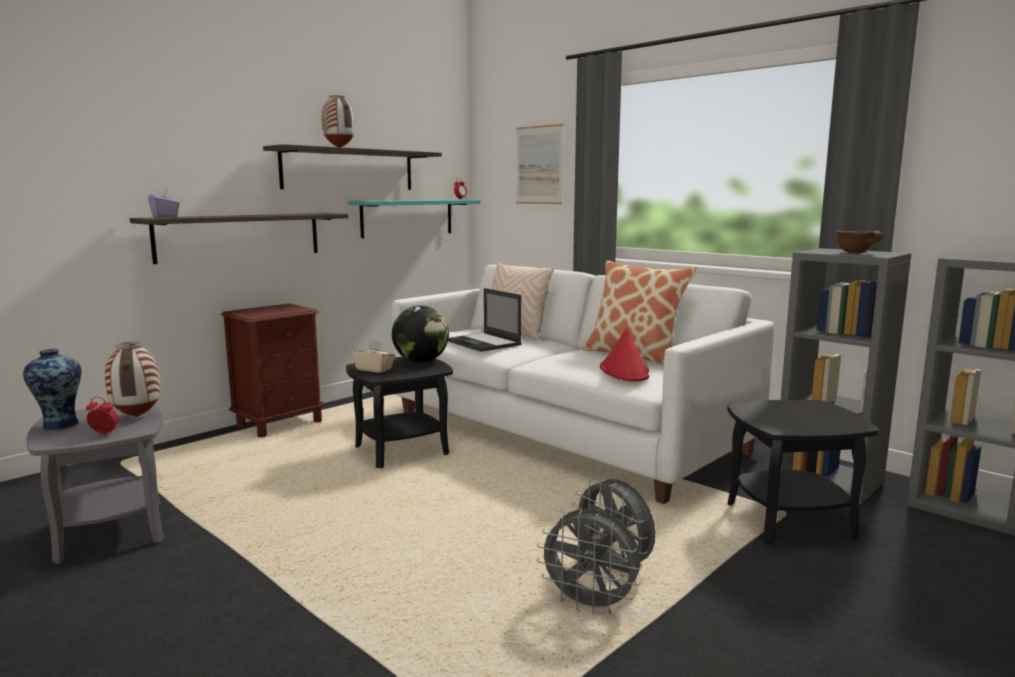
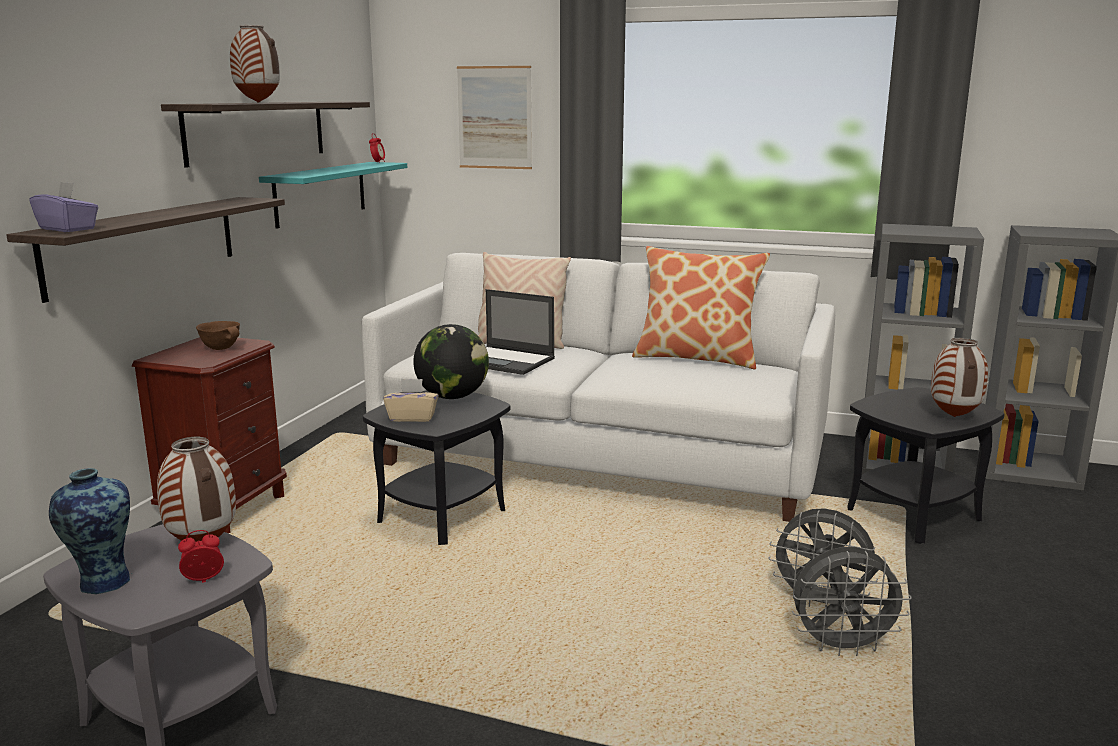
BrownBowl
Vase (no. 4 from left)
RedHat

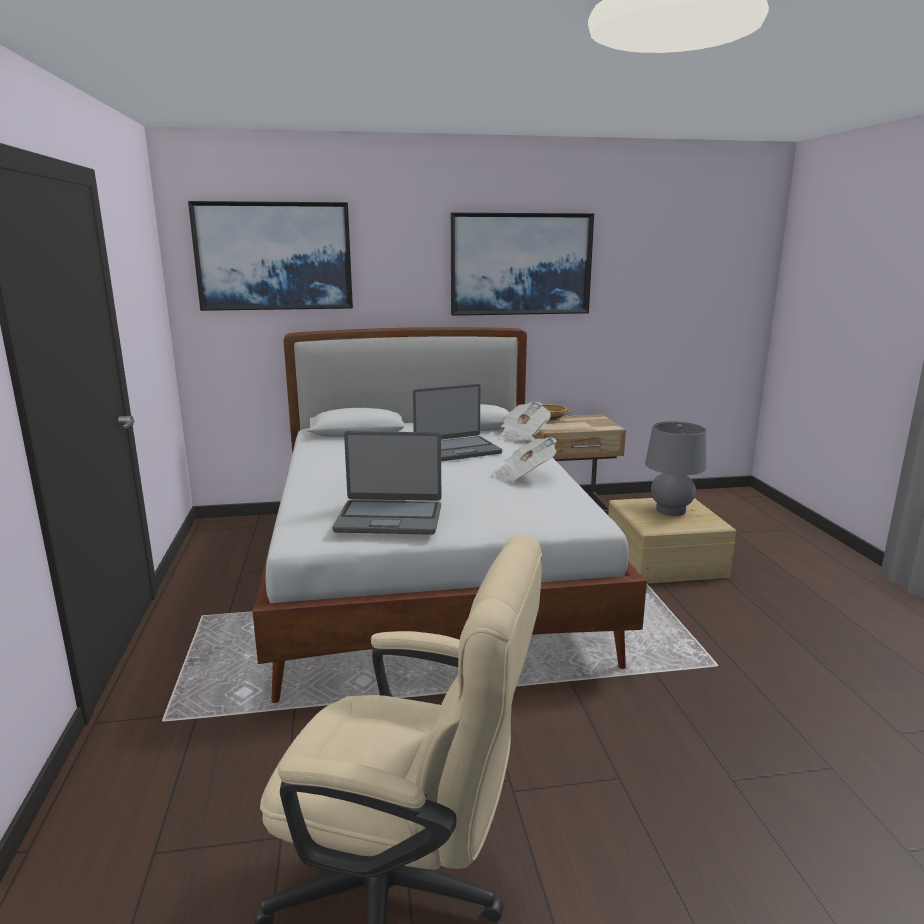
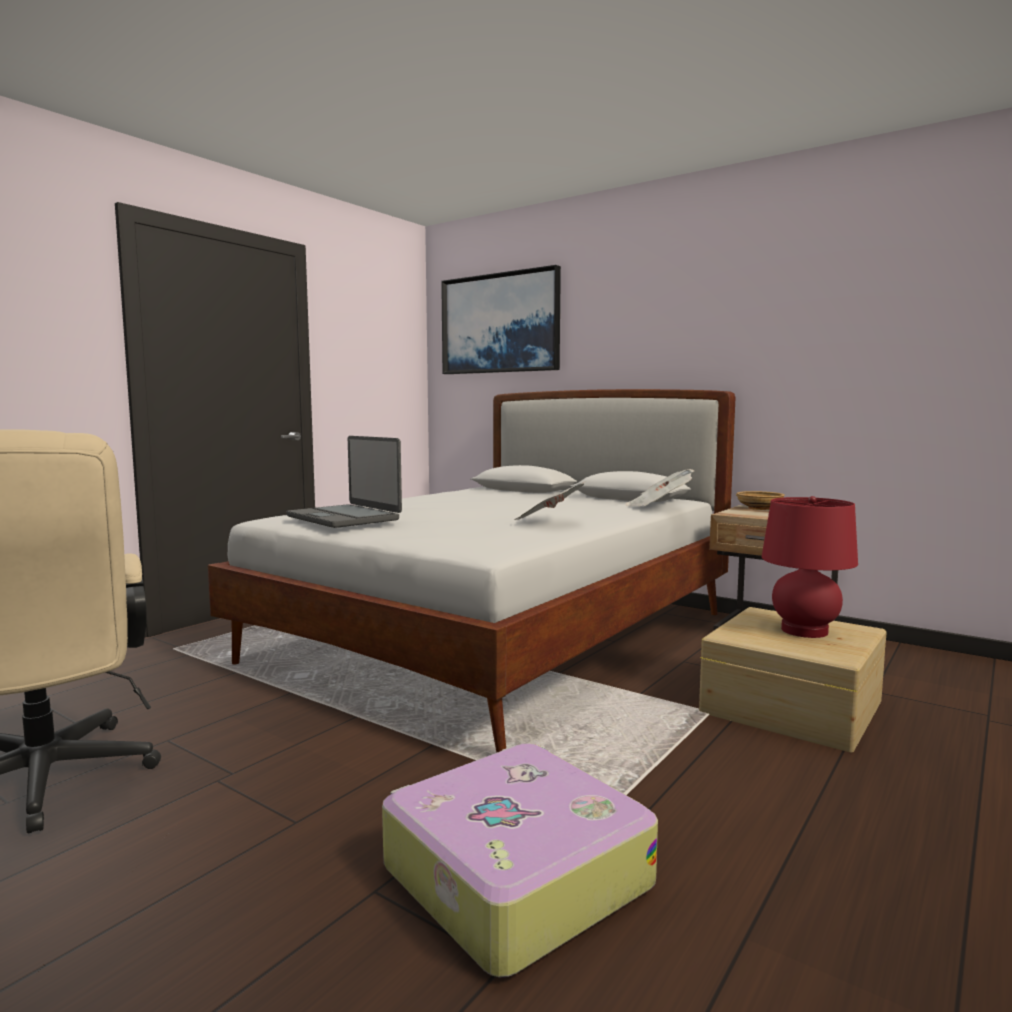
Suitcase
RedTableLamp
Laptop (no. 2 from left in the first image)
Picture (no. 2 from left in the first image)

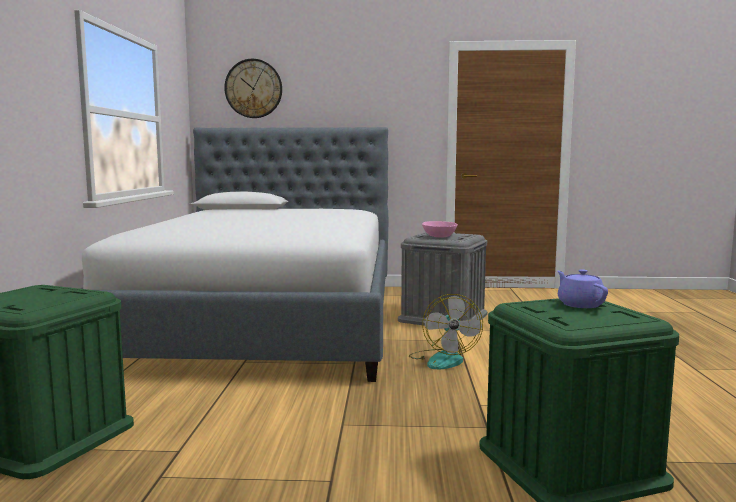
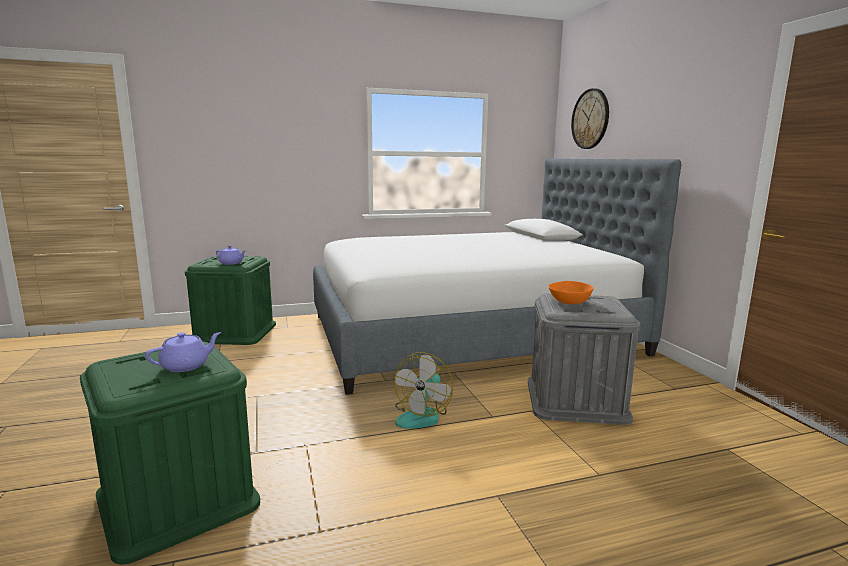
PurpleTeapot (no. 2 from left)
Fan
OrangeBowl

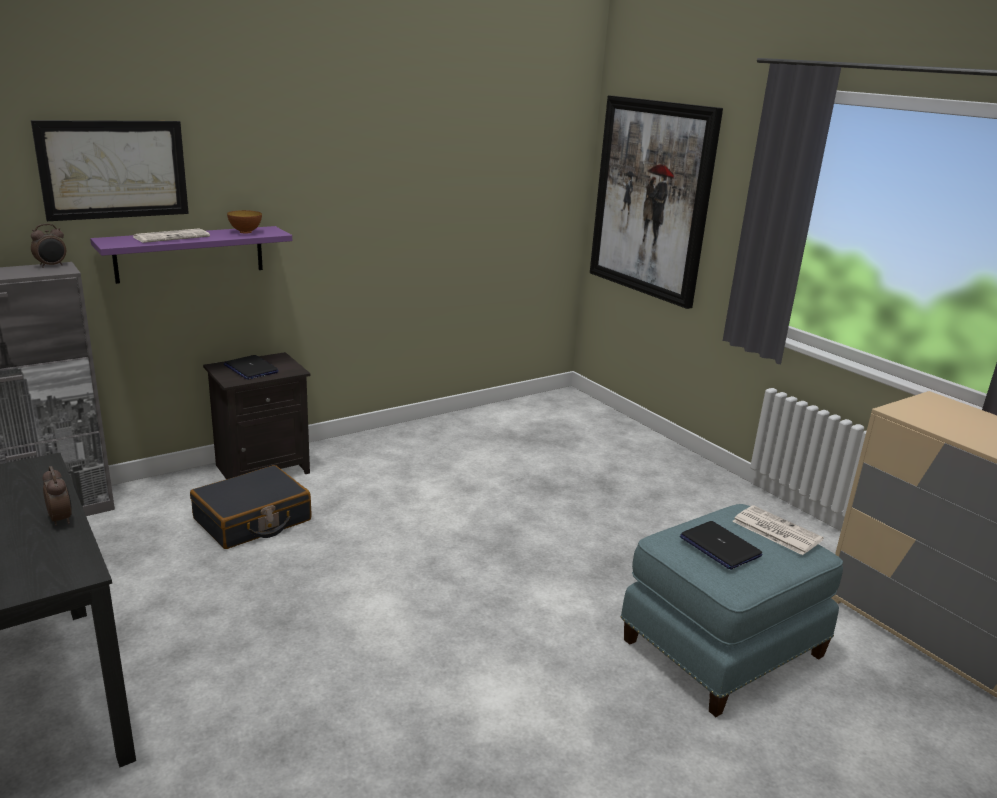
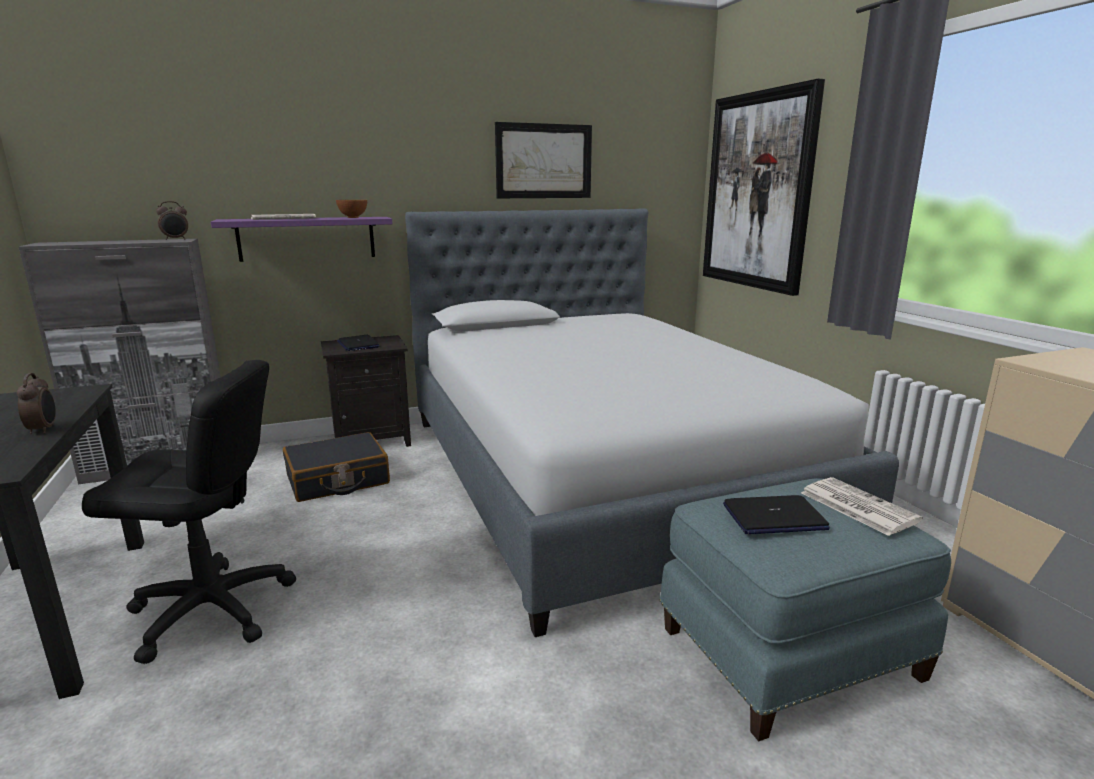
BlackOfficeChair
Bed
Picture (no. 1 from left)
Laptop (no. 2 from left)

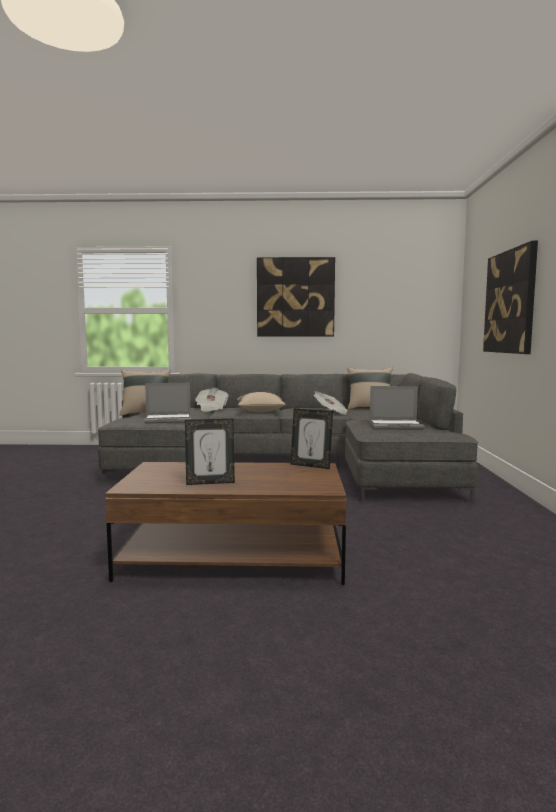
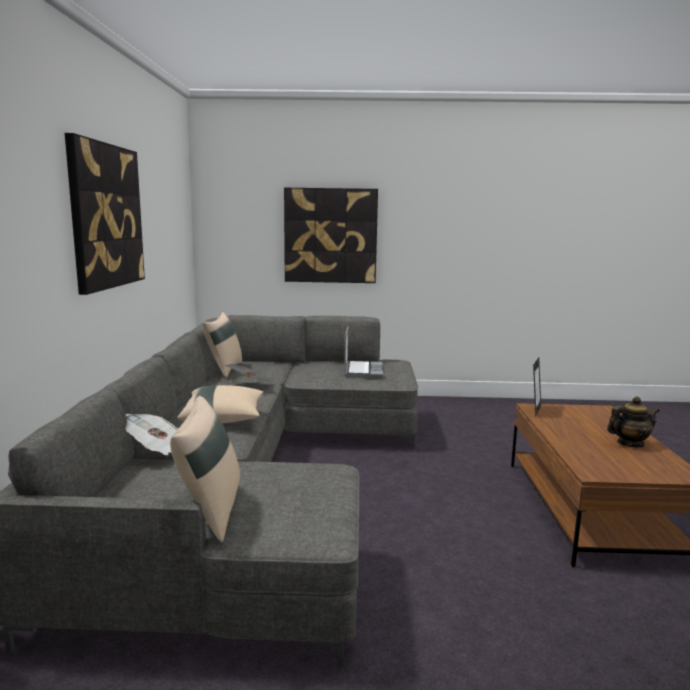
Teapot
Laptop (no. 1 from left in the first image)

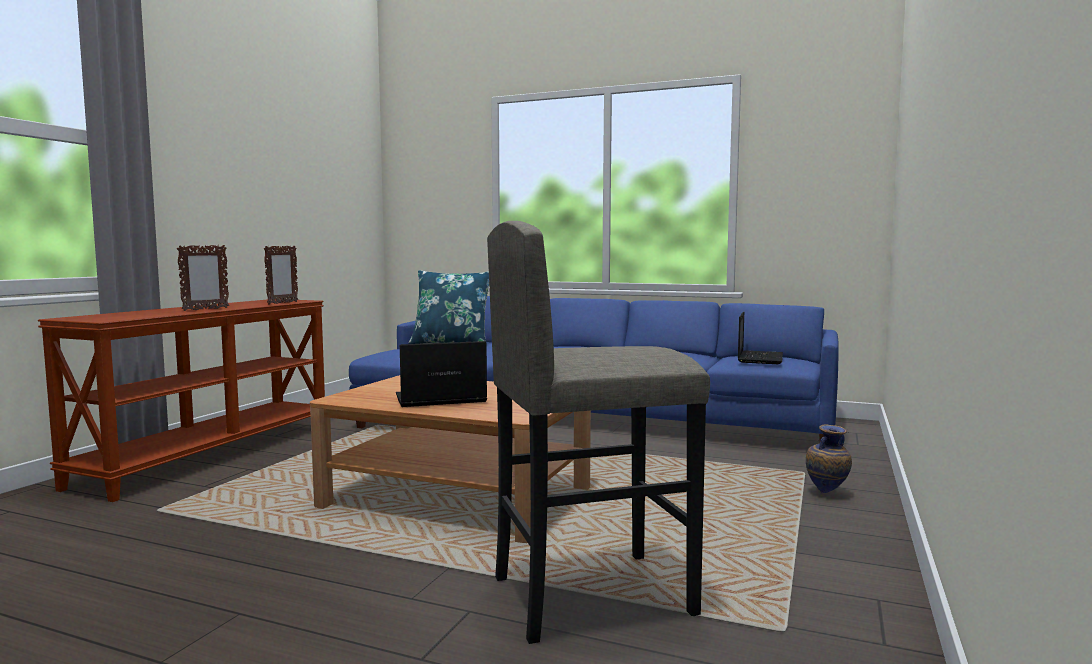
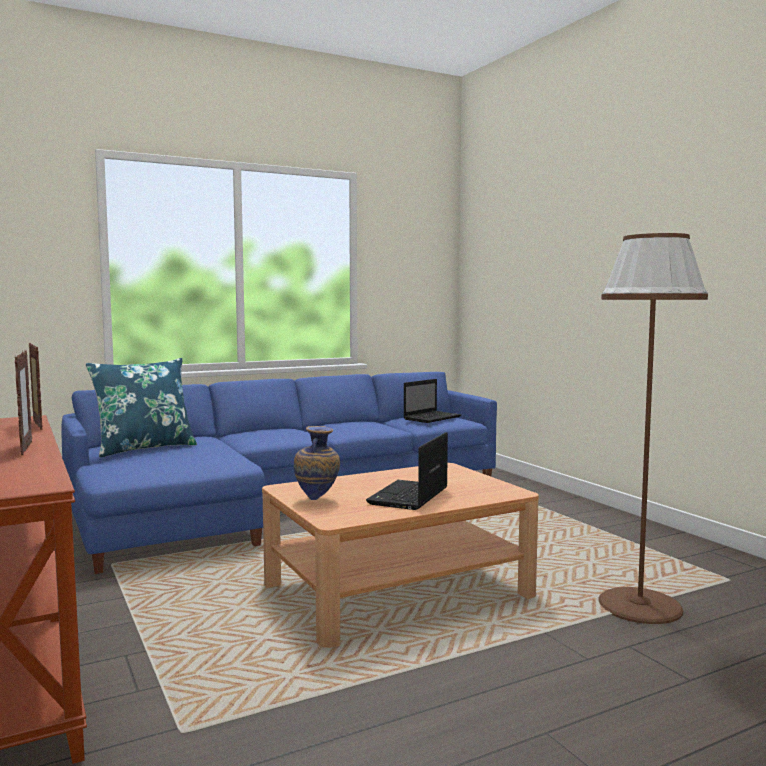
Vase
Laptop (no. 2 from left)
BrownFloorLamp

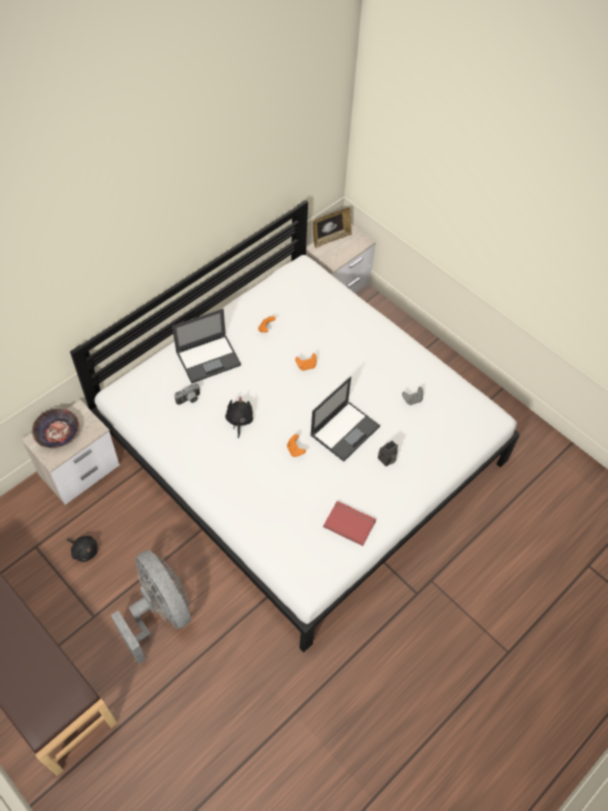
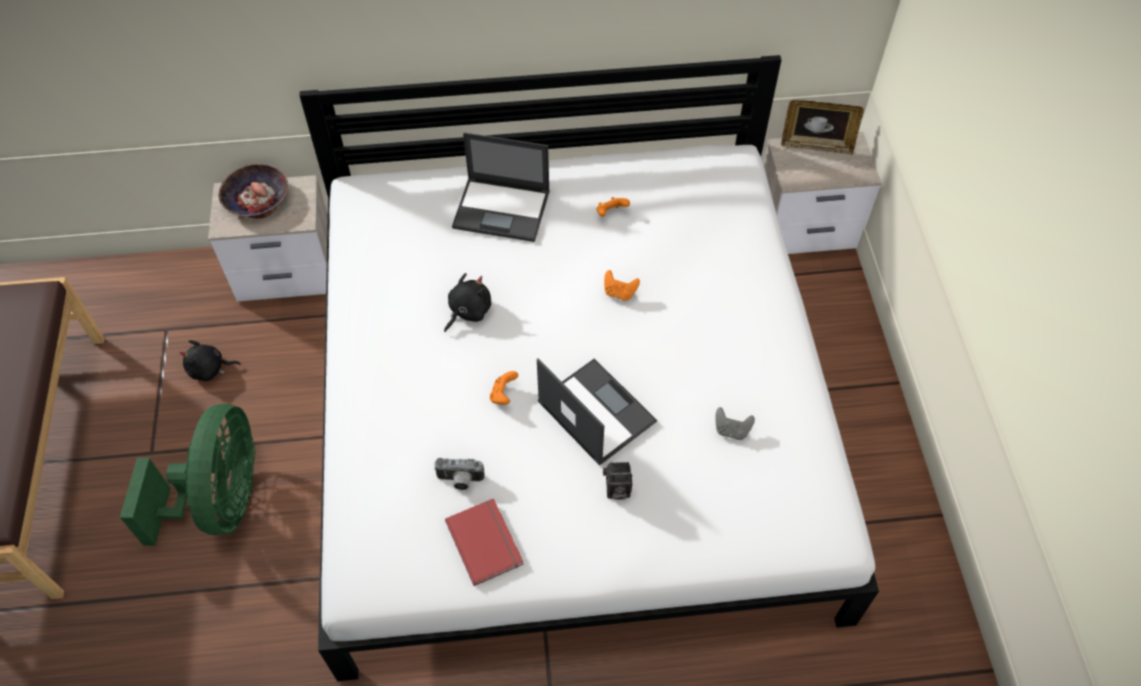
GreenFan
BlackPlushToy (no. 1 from left)
PhotoCamera (no. 1 from left)
Laptop (no. 2 from left)

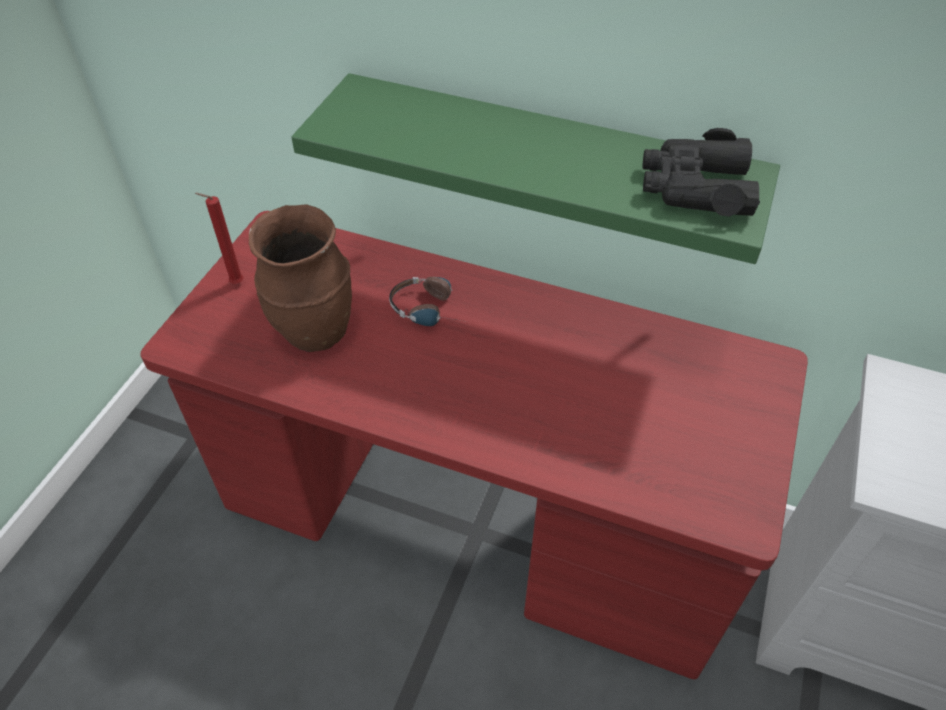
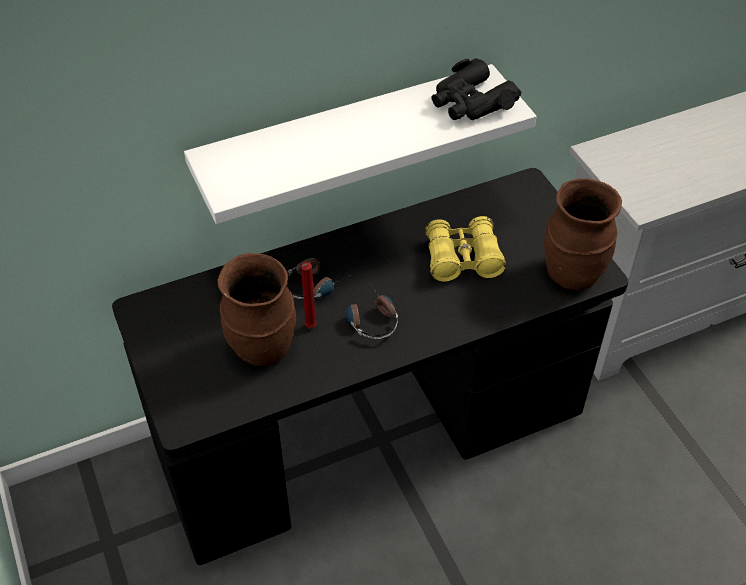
BlackDesk
WhiteShelf
RedCandle
Headphones (no. 2 from left)
YellowBinoculars
BrownVase (no. 2 from left)

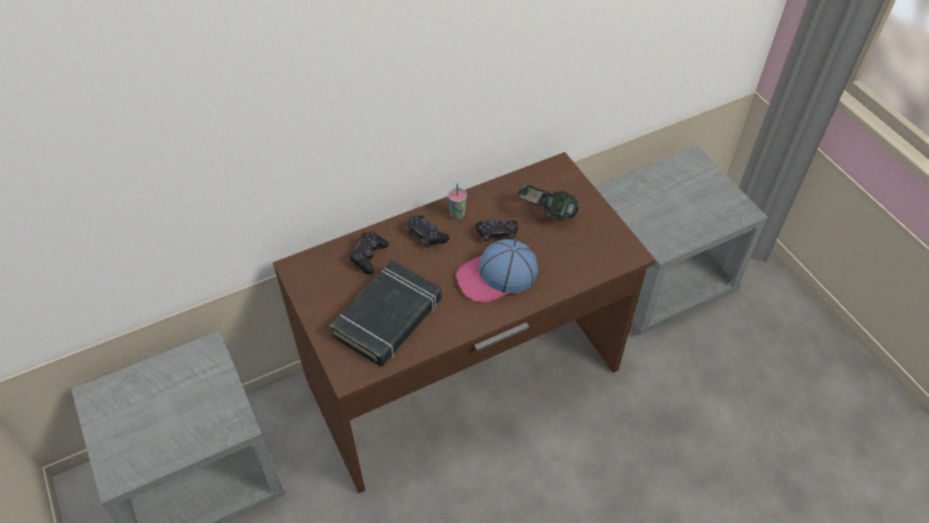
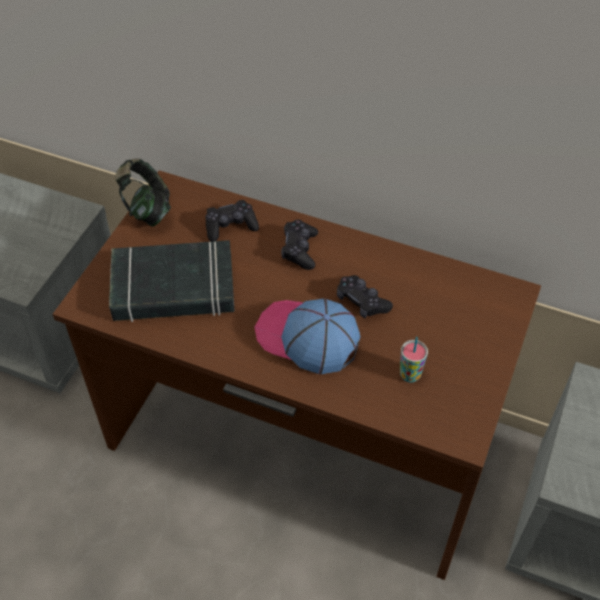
Headphones
Cup

